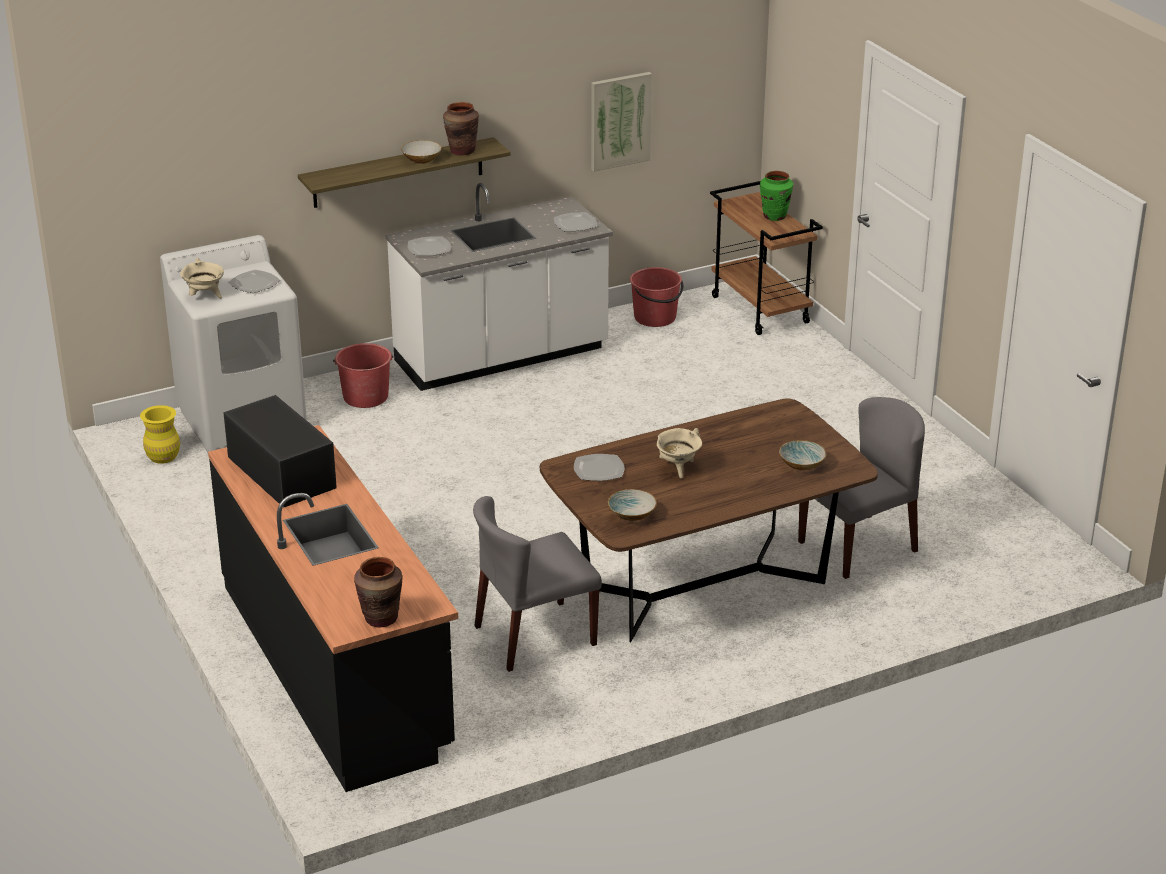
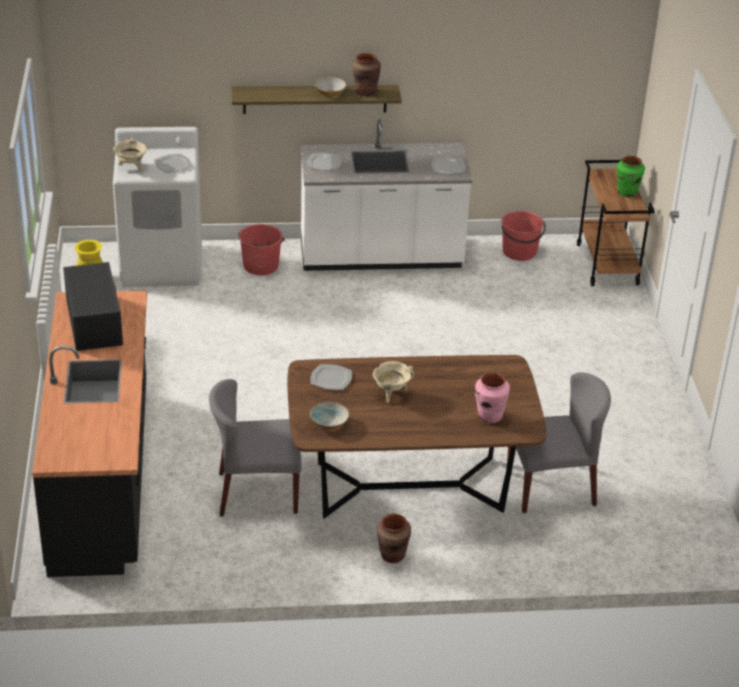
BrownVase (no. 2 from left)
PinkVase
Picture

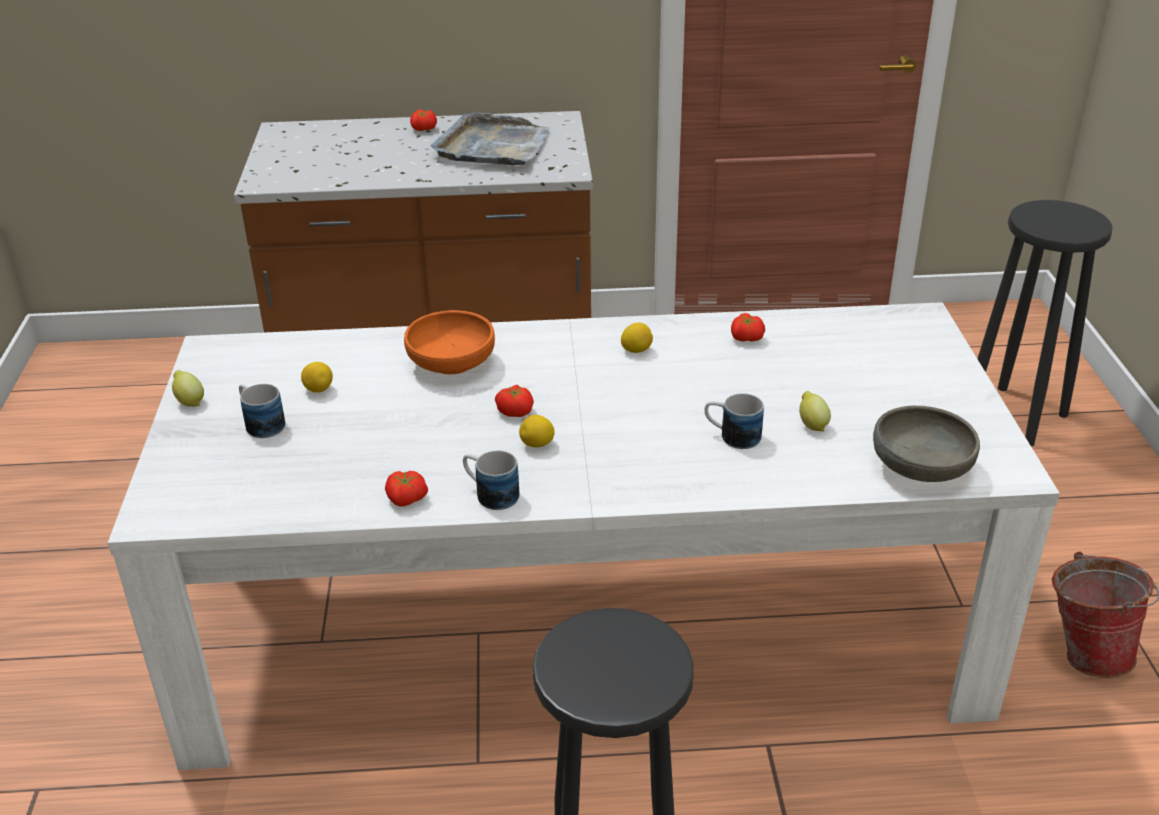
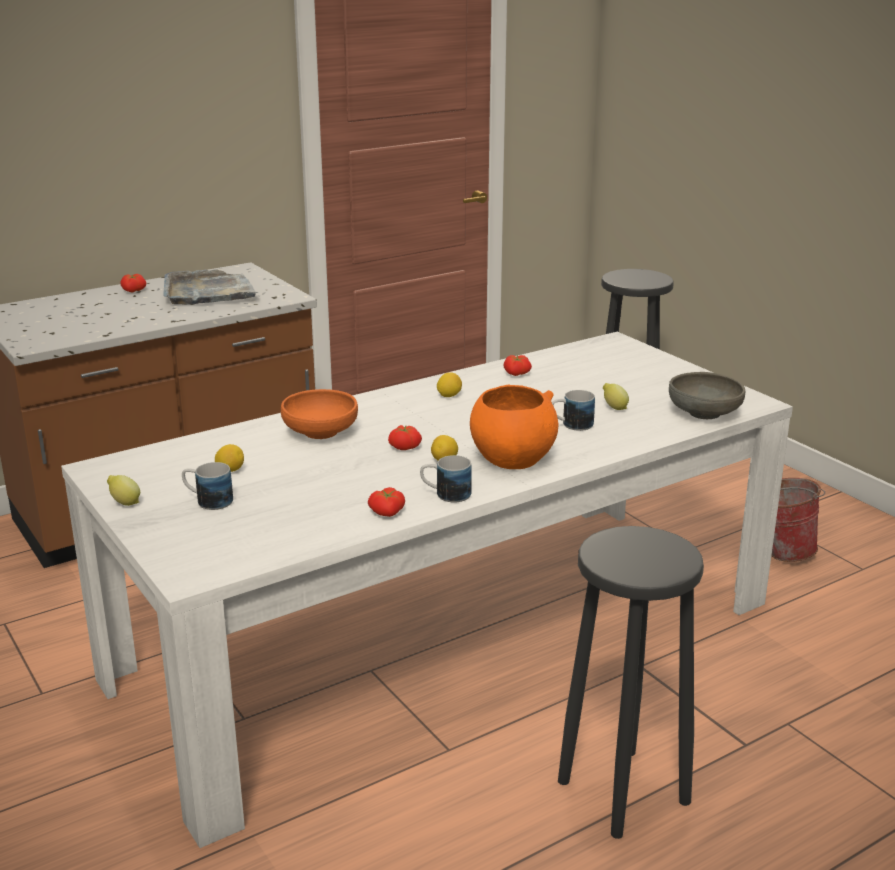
OrangeBowl (no. 2 from left)

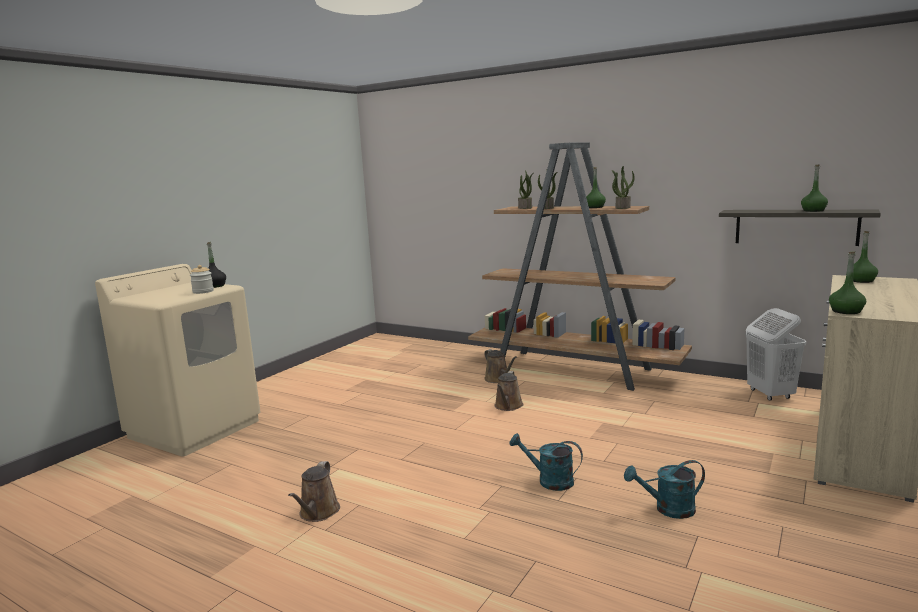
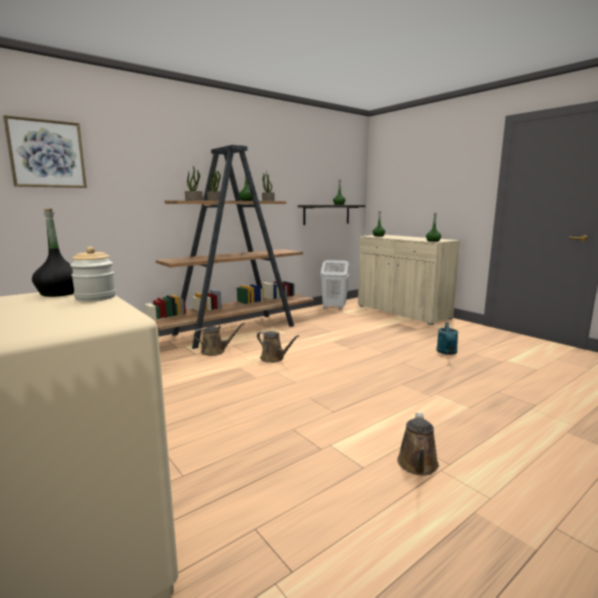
Picture
BrownWateringCan (no. 3 from left)
TurquoiseWateringCan (no. 1 from left in the first image)

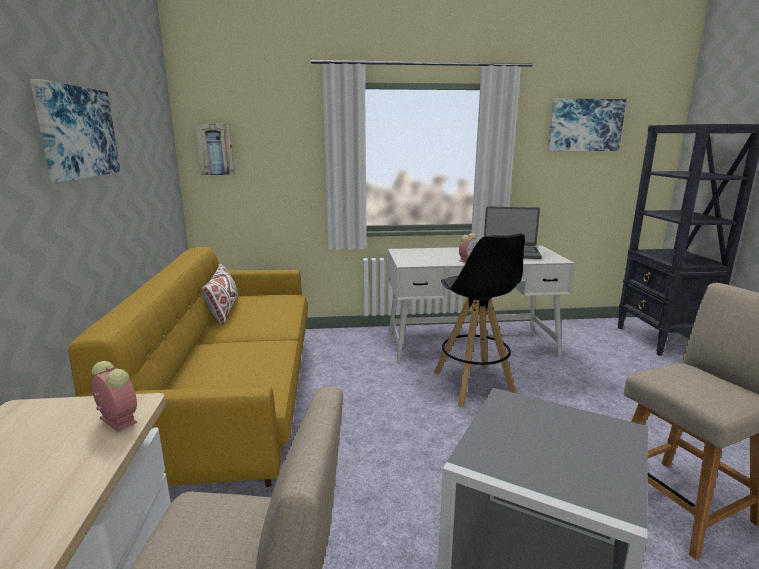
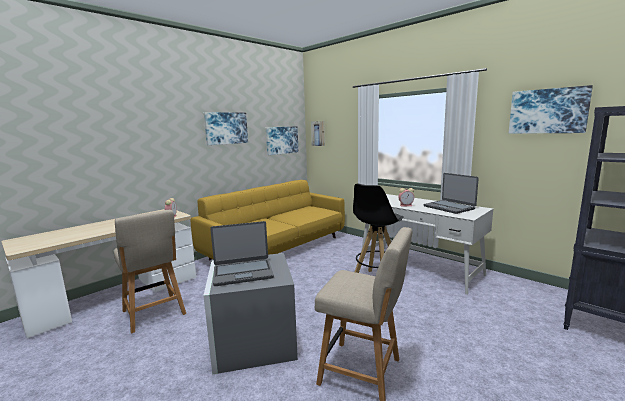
Laptop (no. 1 from left)
Picture (no. 2 from left)
WhitePillow

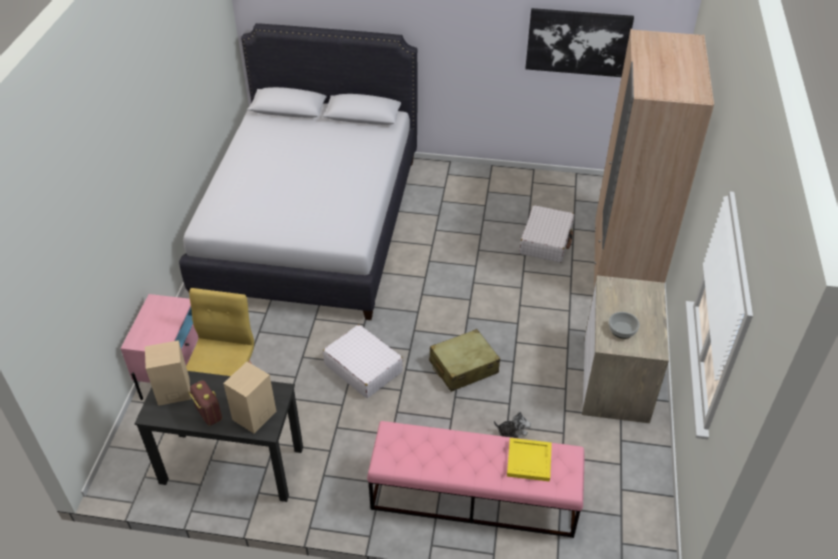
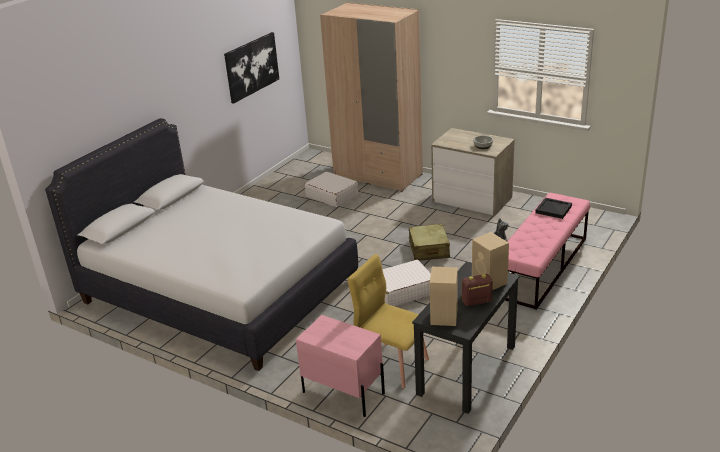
BlackTray

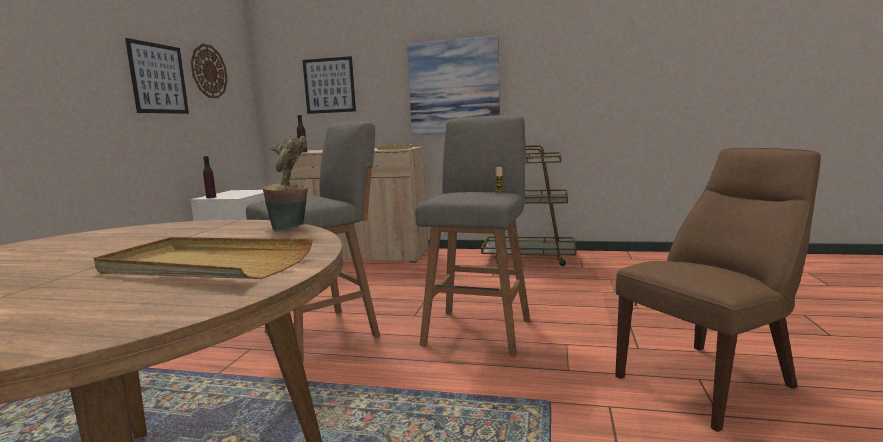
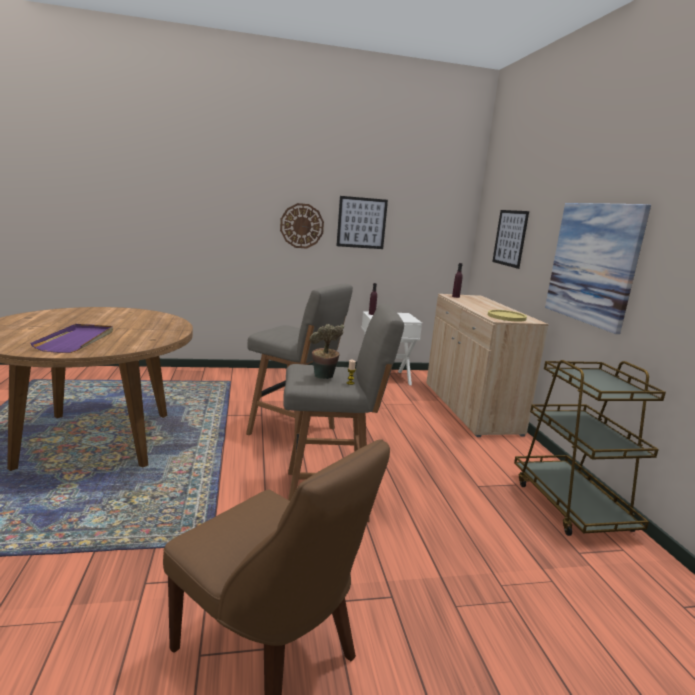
PurpleTray
WallClock
PottedPlant

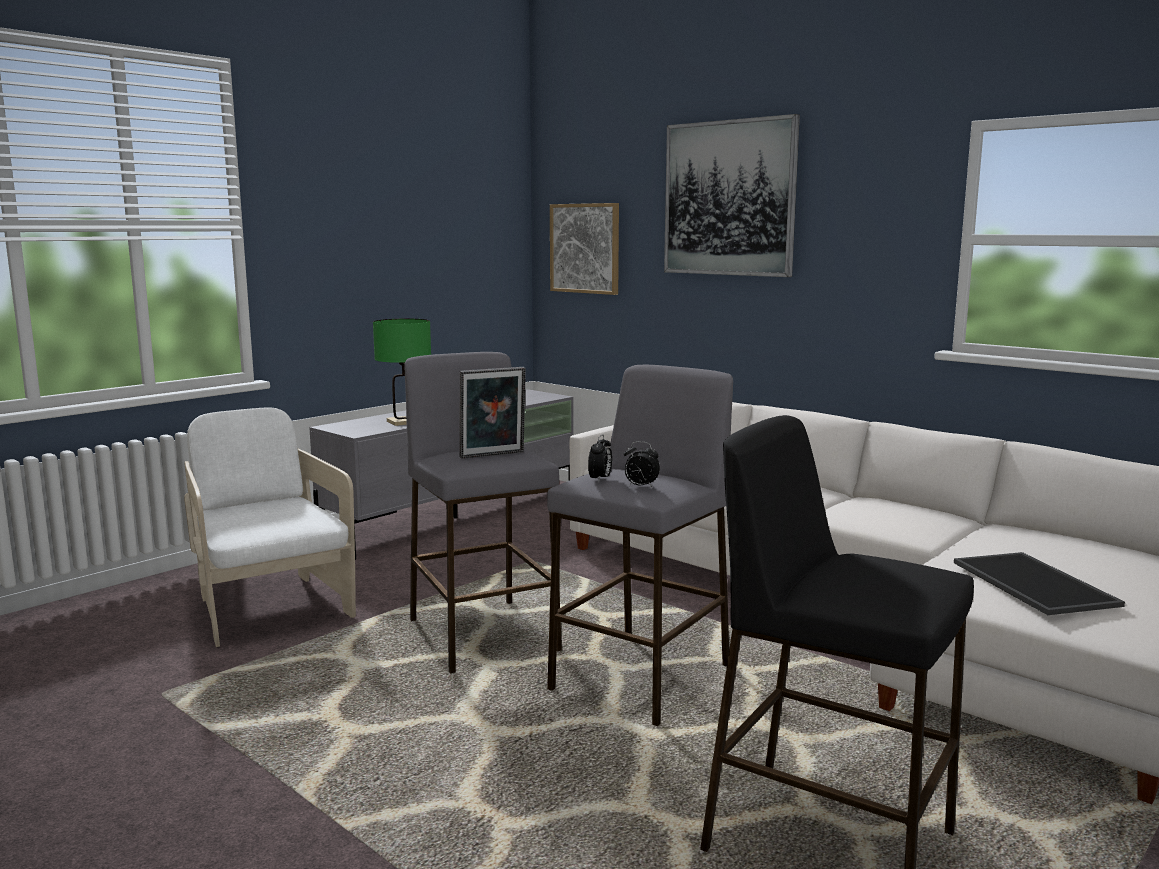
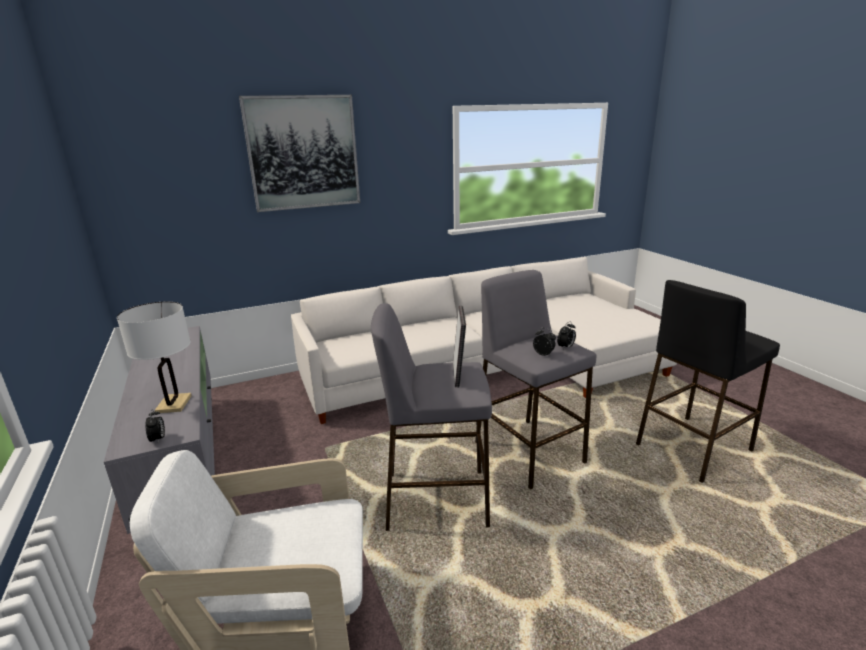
WhiteTableLamp
AlarmClock (no. 1 from left)
Picture (no. 1 from left in the first image)
Tray

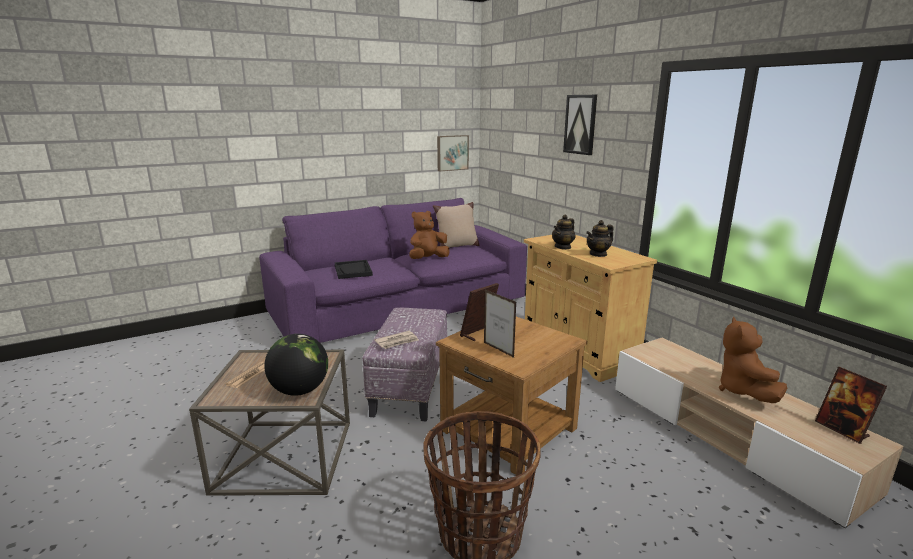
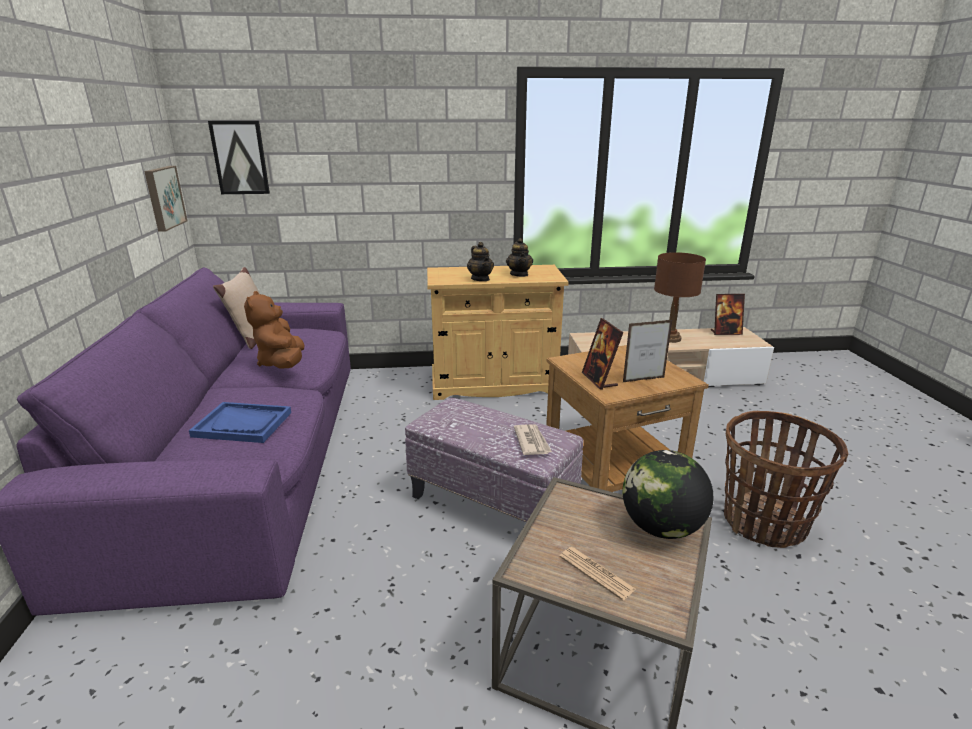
BlueTray
Picture (no. 2 from left)
BrownTableLamp

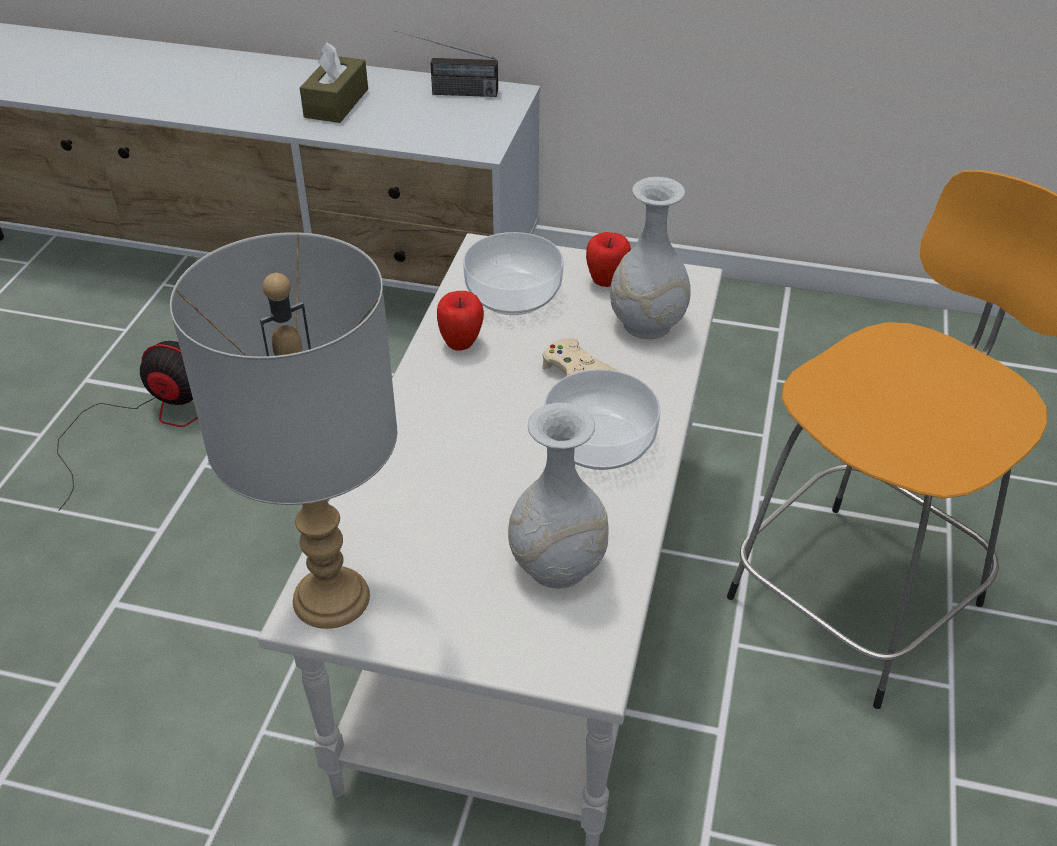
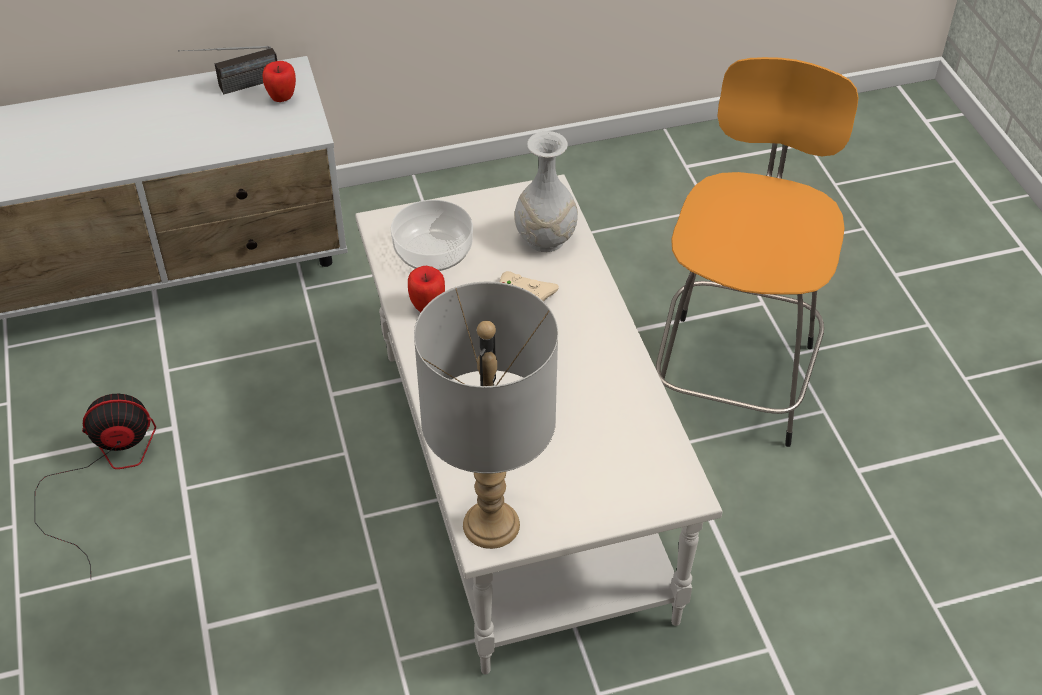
Apple (no. 1 from left)
BrownTissueBox
WhiteVase (no. 1 from left in the first image)
Bowl (no. 2 from left in the first image)

